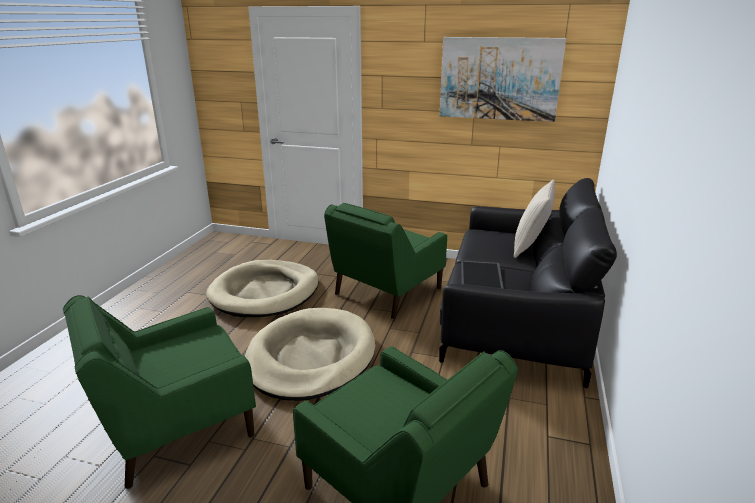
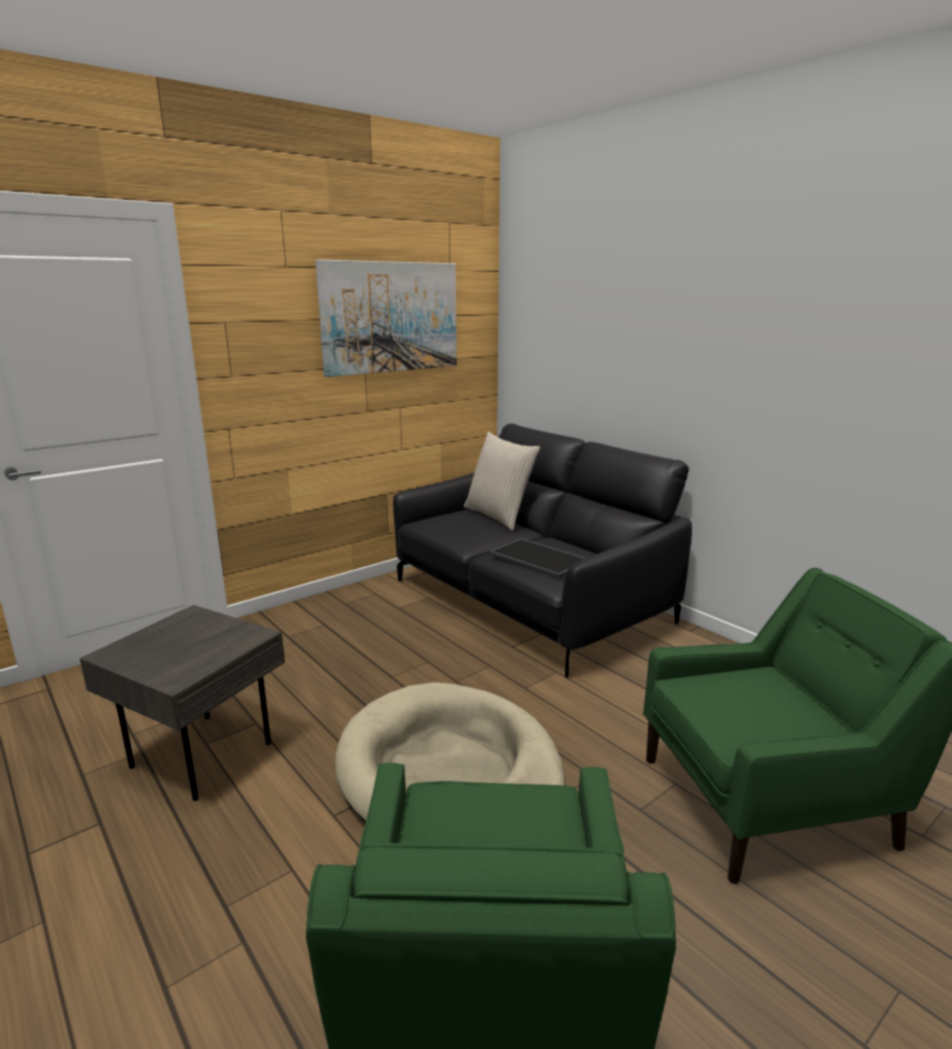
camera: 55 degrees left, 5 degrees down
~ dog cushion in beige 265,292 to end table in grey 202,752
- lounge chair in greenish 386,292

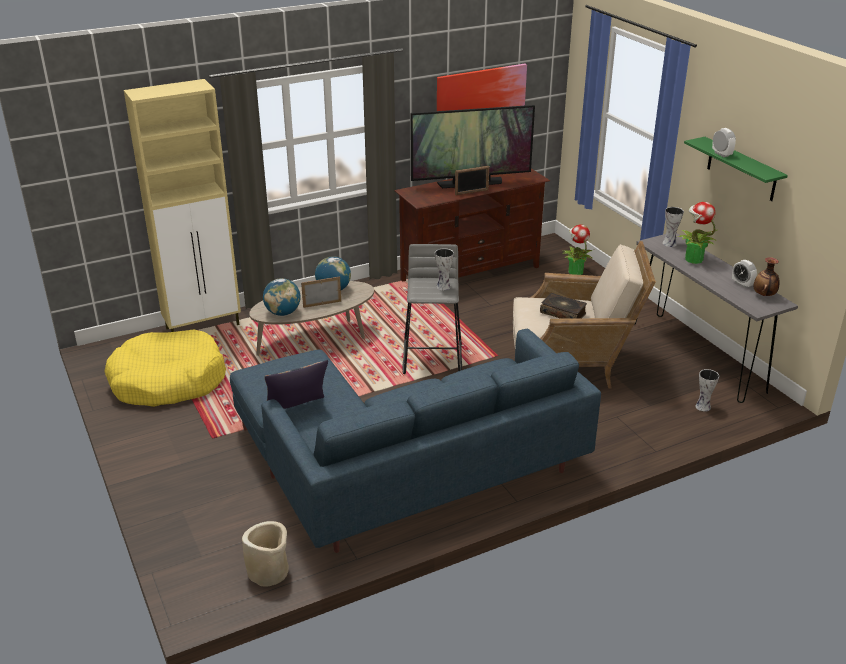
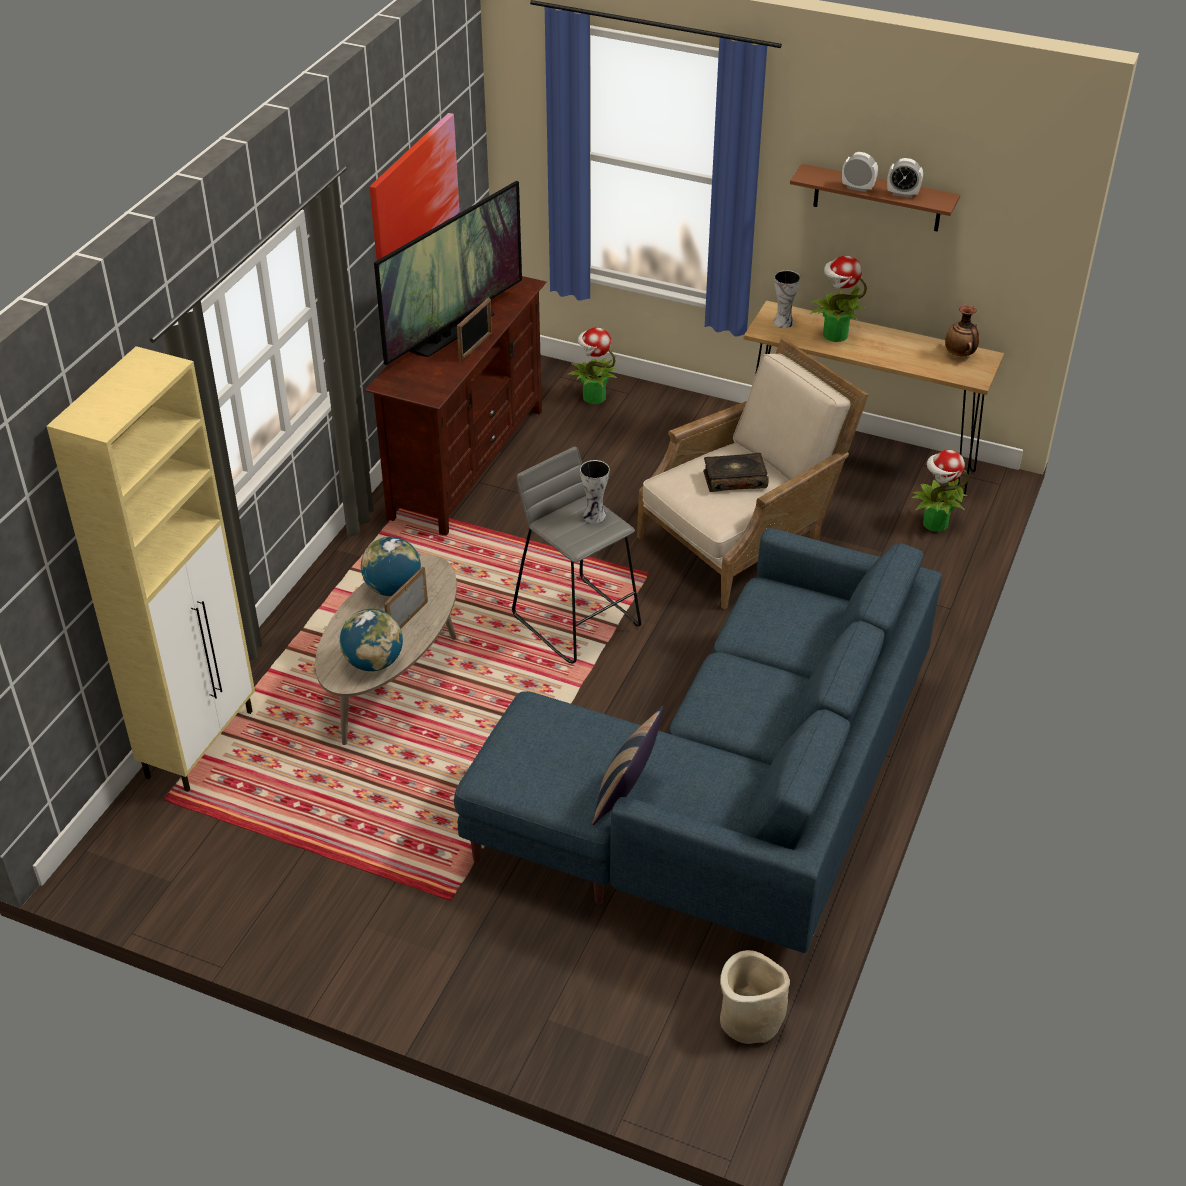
camera: 40 degrees left, 10 degrees up
~ console table in grey 697,356 to console table in brown-coloured 858,457
~ shelf in greenish 741,169 to shelf in brown-coloured 877,198
~ bedside clock 742,284 to 902,194
~ vase 703,407 to plant in a pot 934,524
- dog cushion in yellow-coloured 168,381

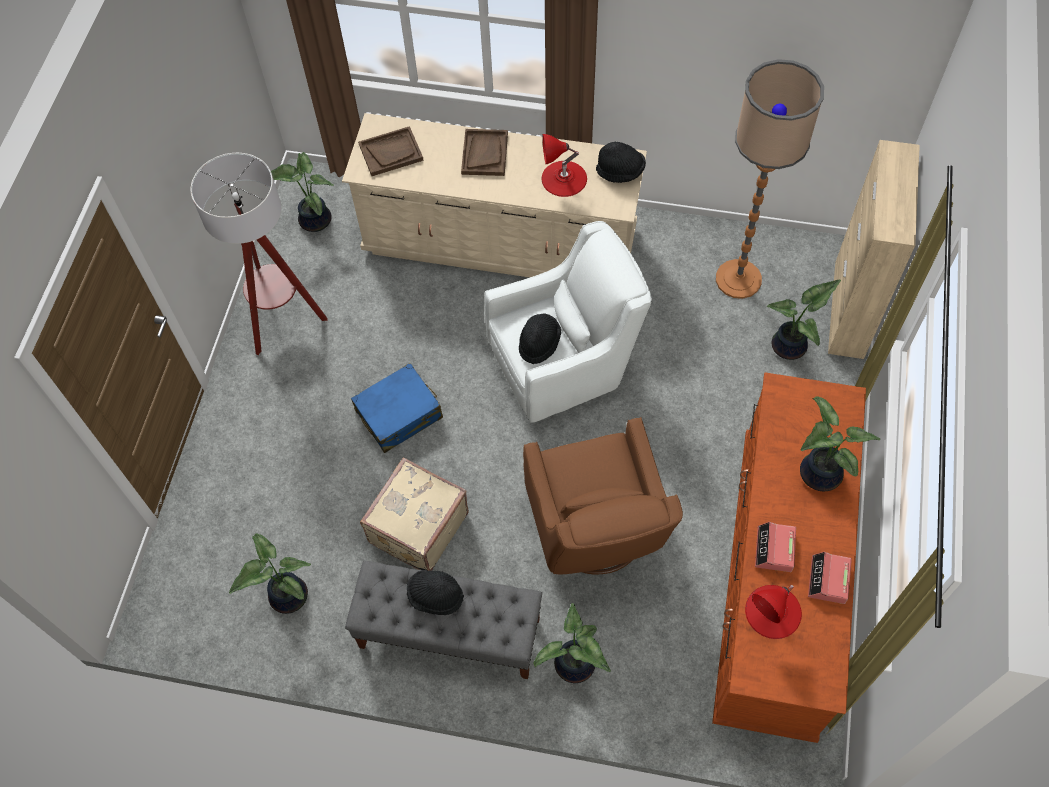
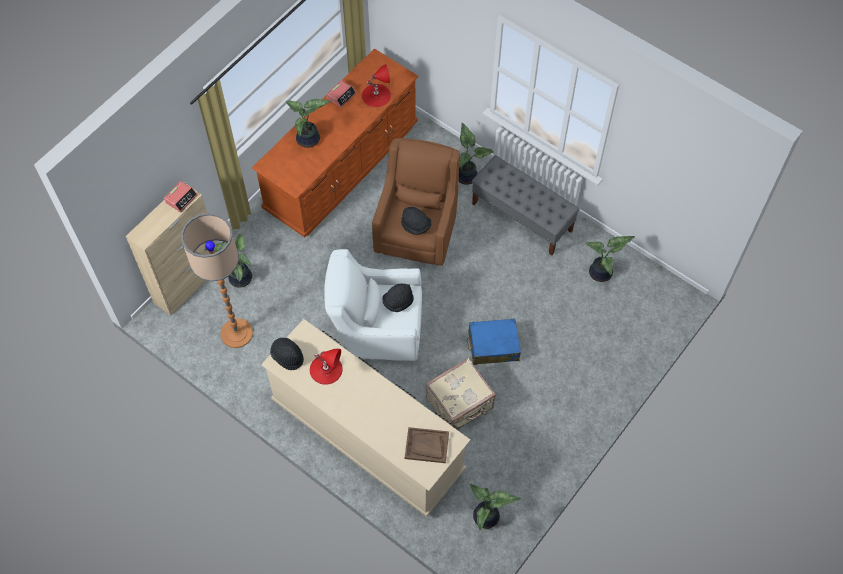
camera: 155 degrees left, 0 degrees up
~ bedside clock 774,550 to 181,198
~ wearable hat in black-coloured 435,596 to 416,226
~ suitcase in beige 416,527 to 460,404
- standard lamp 282,320
- tray in brown-coloured 484,153

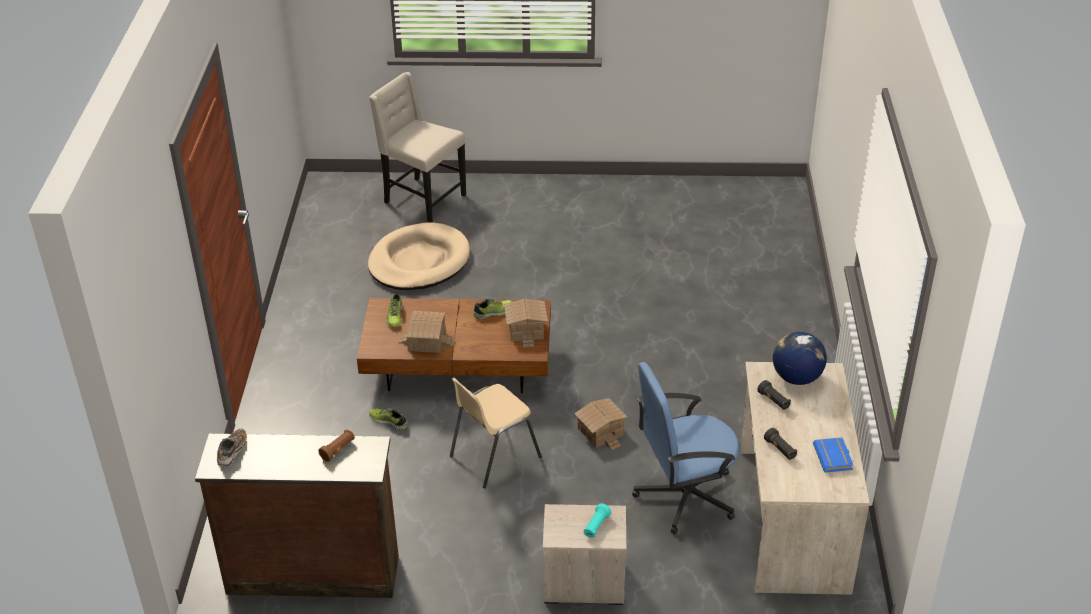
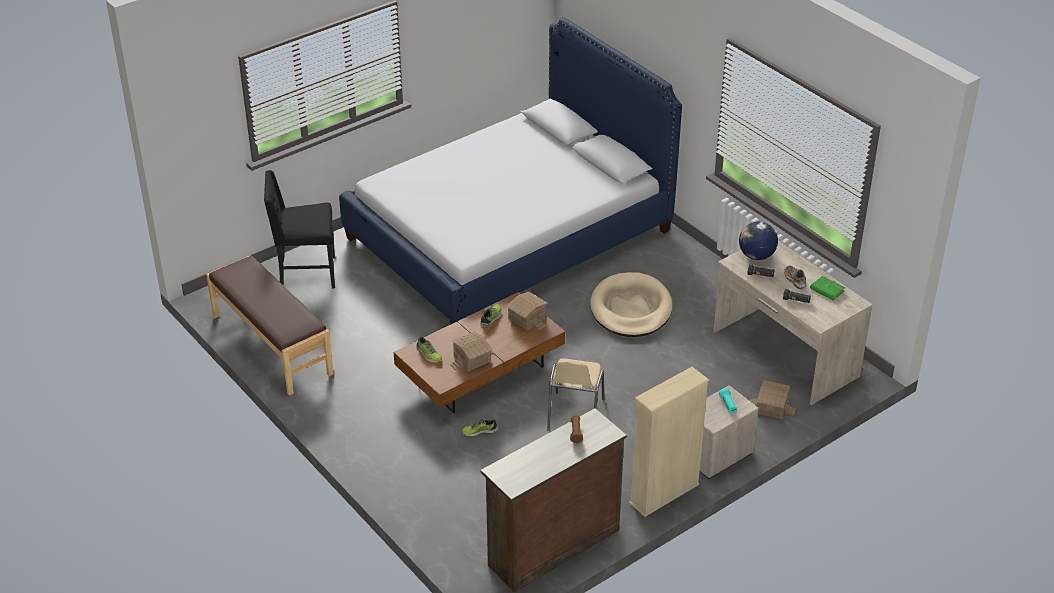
camera: 40 degrees left, 0 degrees up
+ long seat in brown-coloured 271,345
~ upright chair in beige 422,199 to upright chair in black-coloured 306,274
+ bed 509,234
~ dog cushion in beige 419,261 to 631,309
+ bookshelf in beige 664,494
~ miniature house 599,432 to 771,408
~ low shoe 232,451 to 794,280
~ bound book in blue-coloured 834,458 to bound book in greenish 828,290
- desk chair in blue-coloured 684,496

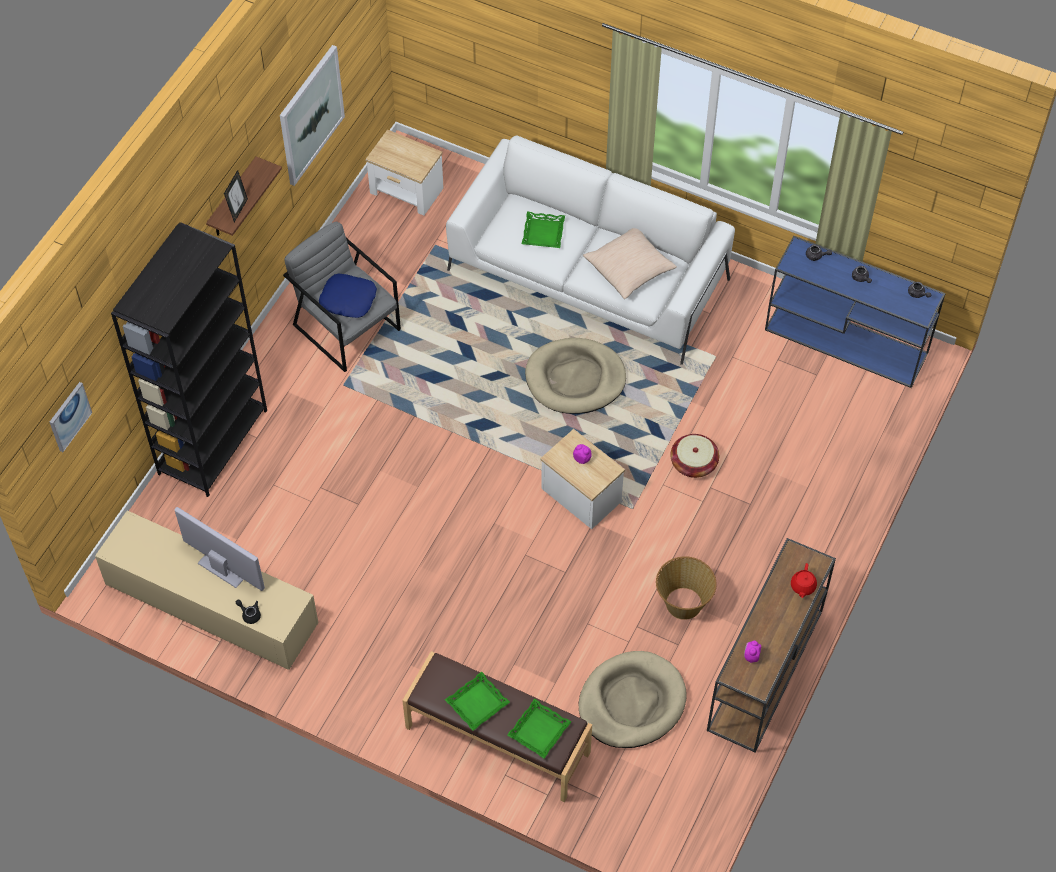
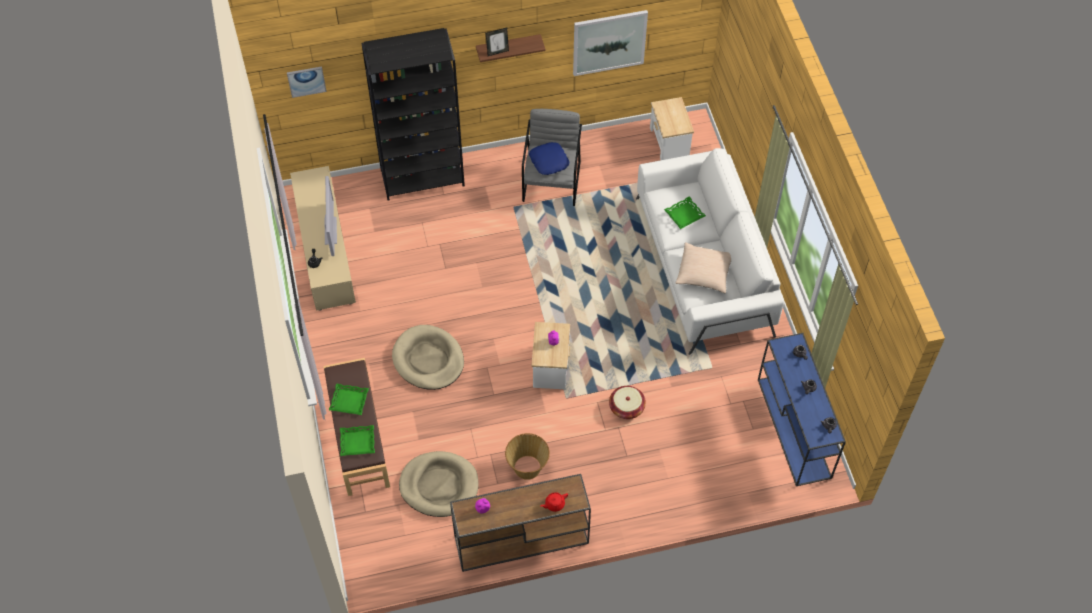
camera: 50 degrees right, 0 degrees up
~ dog cushion in beige 575,379 to 428,359

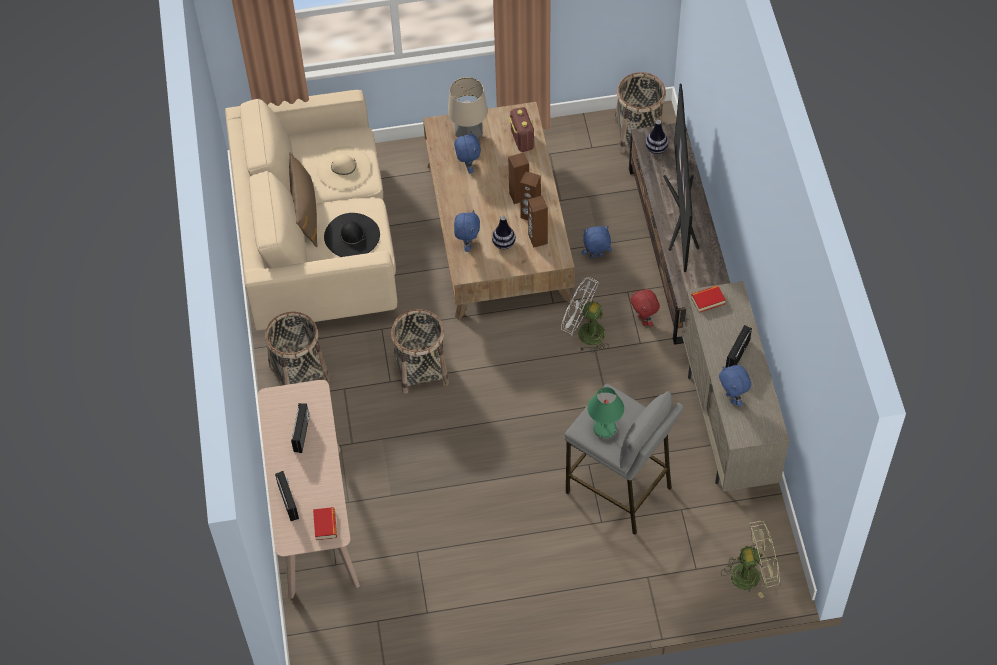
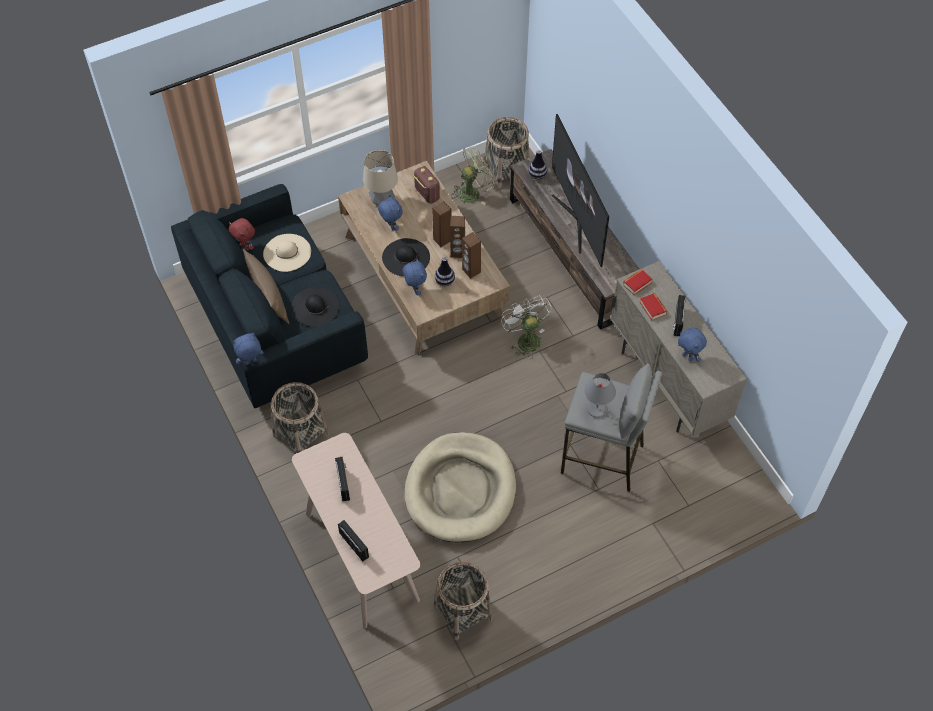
camera: 20 degrees left, 0 degrees up
~ couch in beige 318,244 to couch in blue-coloured 277,323
~ plush toy in reddish 643,320 to 245,246
~ plush toy in blue-coloured 596,257 to 250,362
+ wearable hat in black-coloured 406,257
+ dog cushion in beige 460,490
~ storage basket 421,370 to 462,612
~ fan in greenish 752,574 to 473,192
~ fan in whitish 584,332 = 525,339 60 degrees clockwise
~ lamp for a table in greenish 605,429 to lamp for a table in grey 597,410
~ bound book 325,525 to 653,308

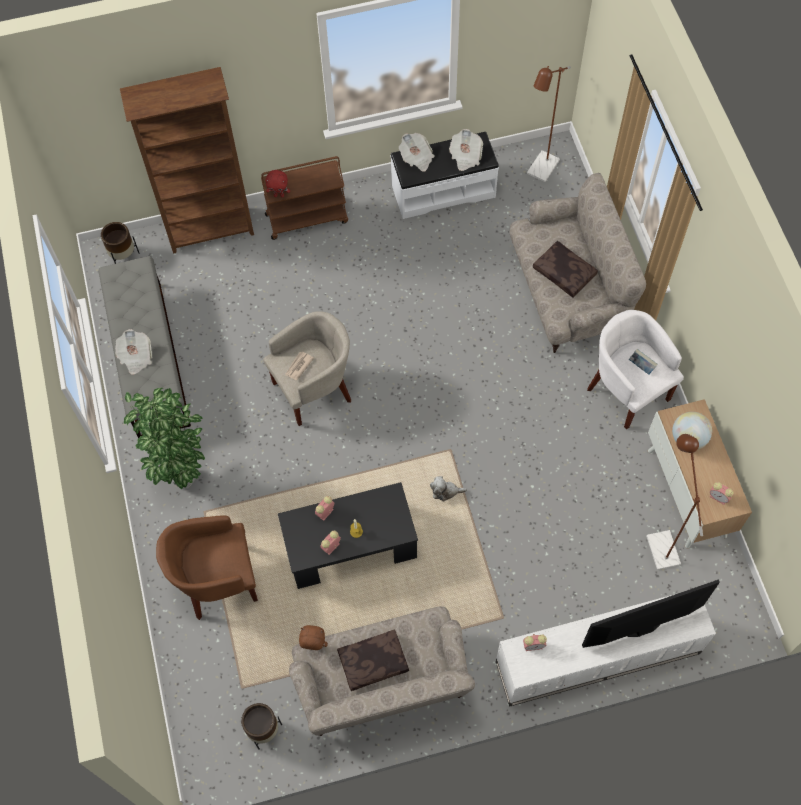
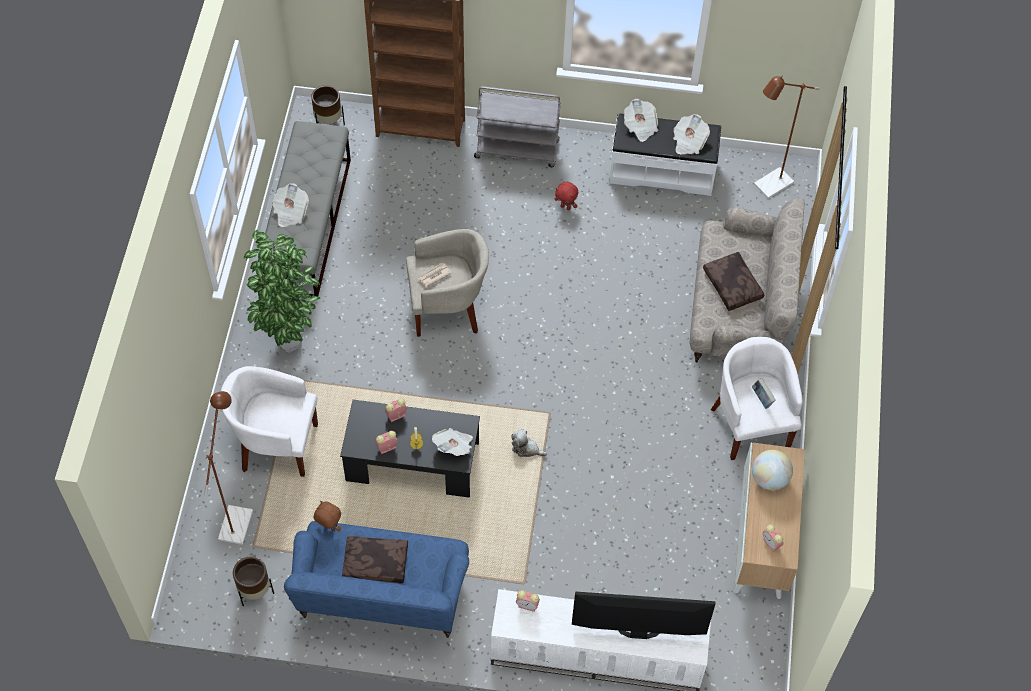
camera: 20 degrees right, 5 degrees down
~ standard lamp in brown-coloured 660,543 to 237,518
~ lounge chair in brown-coloured 217,580 to lounge chair in whitish 276,444
~ couch in beige 382,685 to couch in blue-coloured 382,597
+ printed paper 454,446
~ cart in brown-coloured 307,218 to cart in grey 517,149
~ plush toy in reddish 279,195 to 566,207

